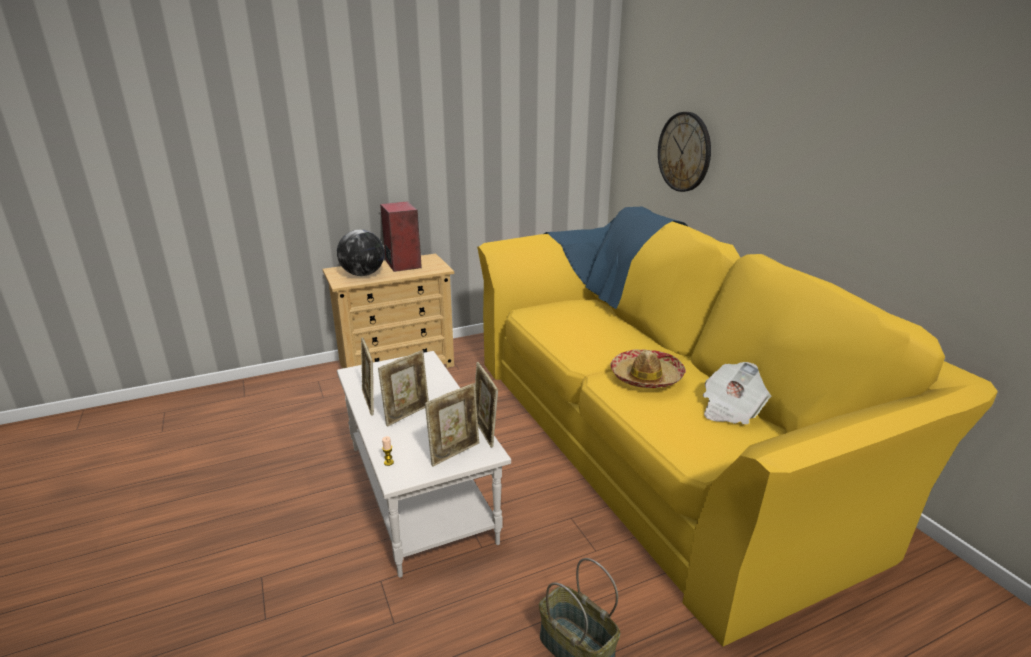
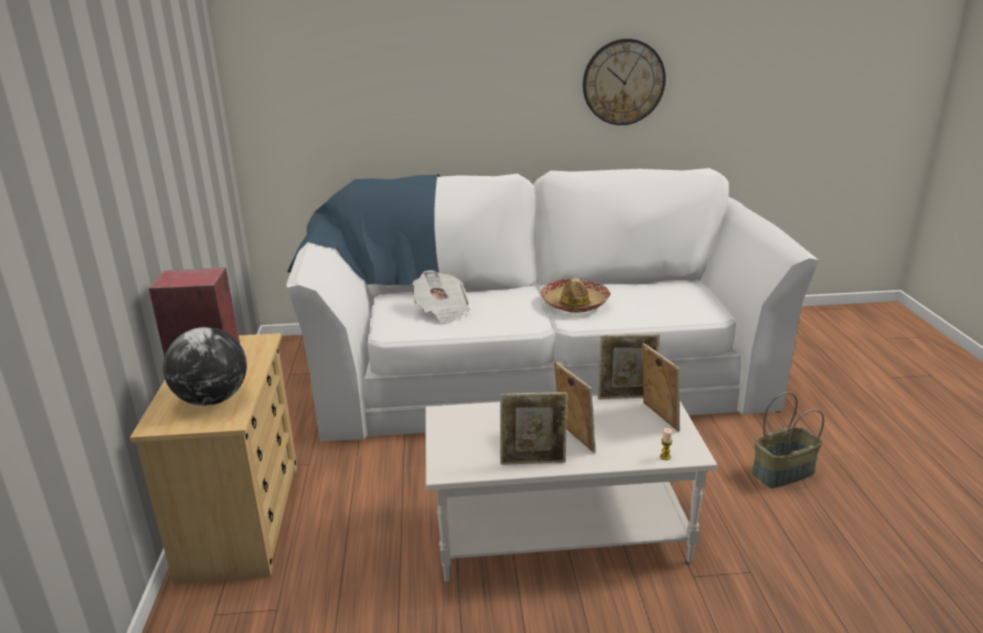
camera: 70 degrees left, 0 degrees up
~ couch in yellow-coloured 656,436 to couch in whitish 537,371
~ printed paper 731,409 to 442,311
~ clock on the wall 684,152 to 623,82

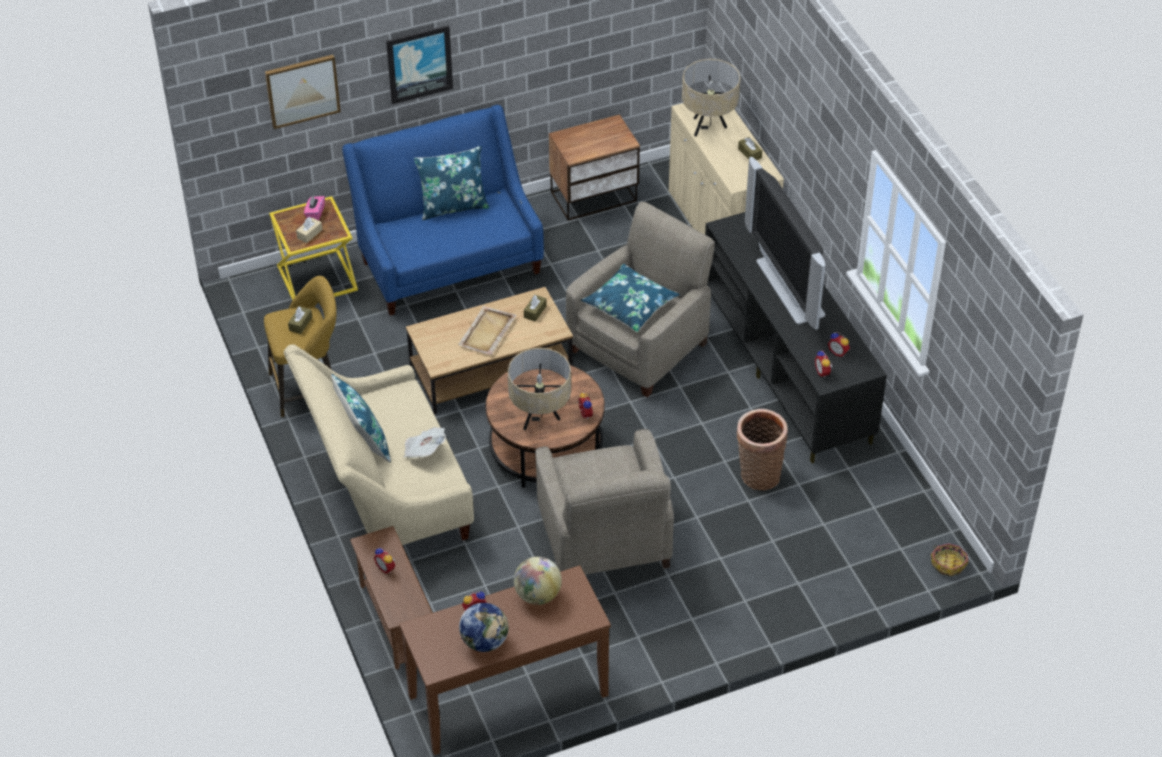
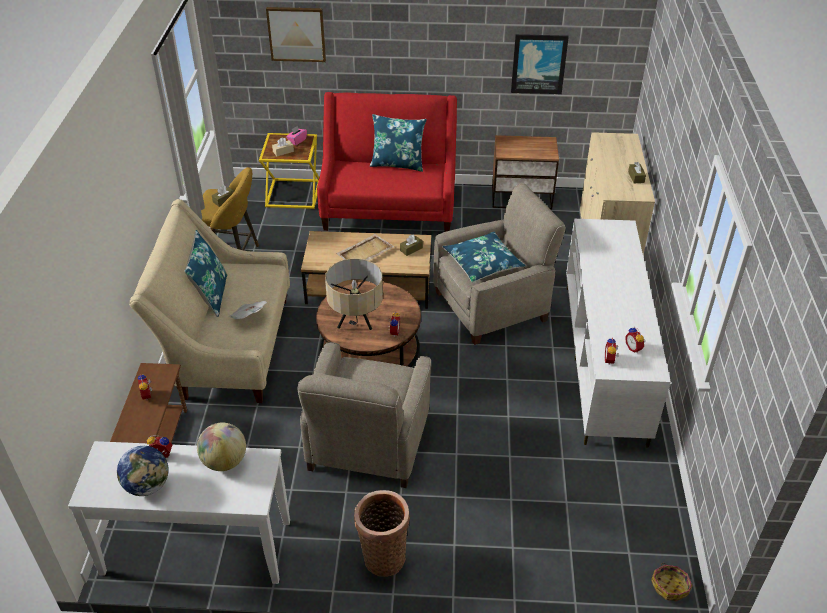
camera: 25 degrees right, 5 degrees down
~ console table in brown-coloured 508,696 to console table in whitish 196,547
~ couch in blue-coloured 447,261 to couch in reddish 389,208
~ storage basket 758,474 to 383,556
~ picture 419,63 to 538,64
~ tv unit in black-coloured 786,368 to tv unit in whitish 604,360
- lamp for a table in beige 709,128
- television 788,289

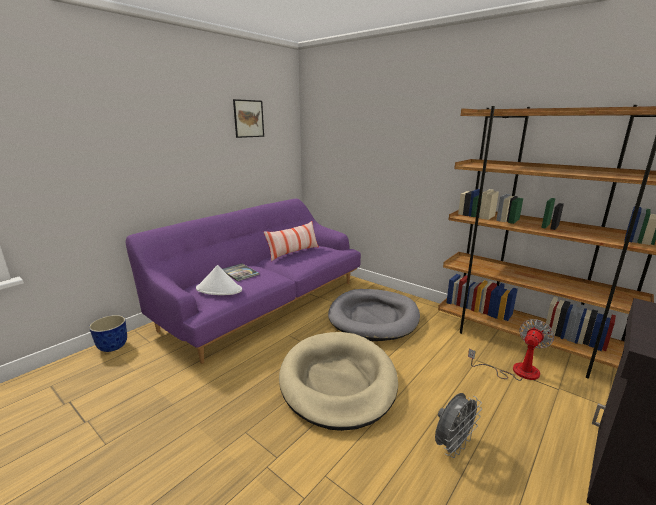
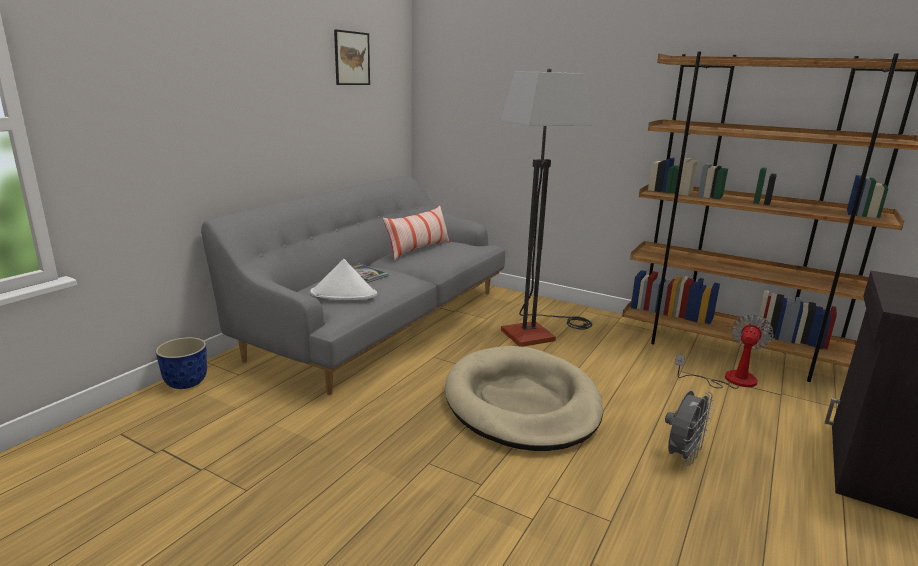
camera: 10 degrees left, 0 degrees up
~ couch in purple-coloured 263,303 to couch in grey 380,321
~ dog cushion in grey 374,317 to standard lamp 538,331

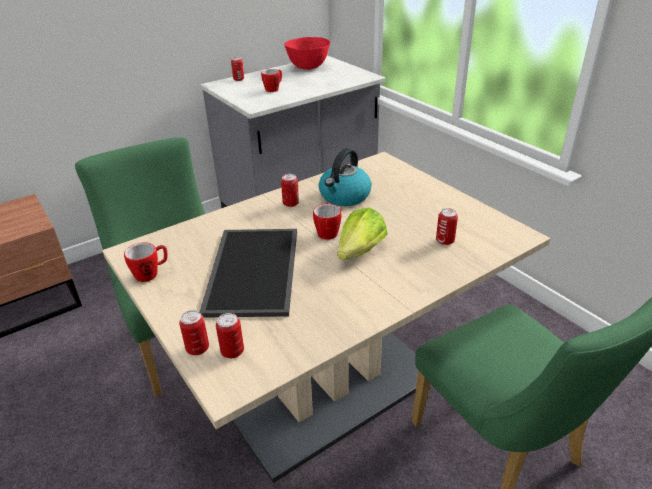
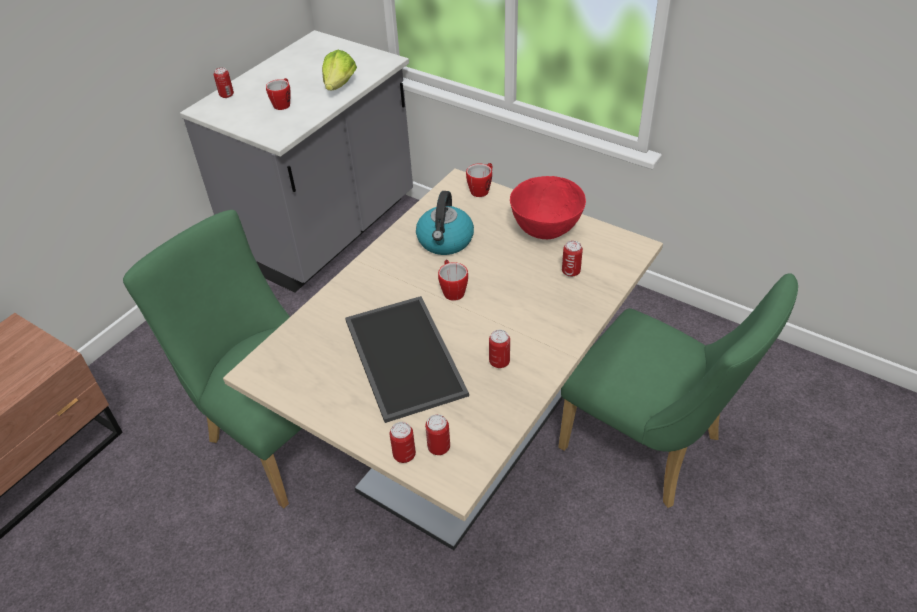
camera: 20 degrees left, 10 degrees up
~ lettuce 360,251 to 339,85
~ mug 151,273 to 482,189
~ metal can 291,203 to 499,362
~ serving bowl in reddish 308,68 to 545,230

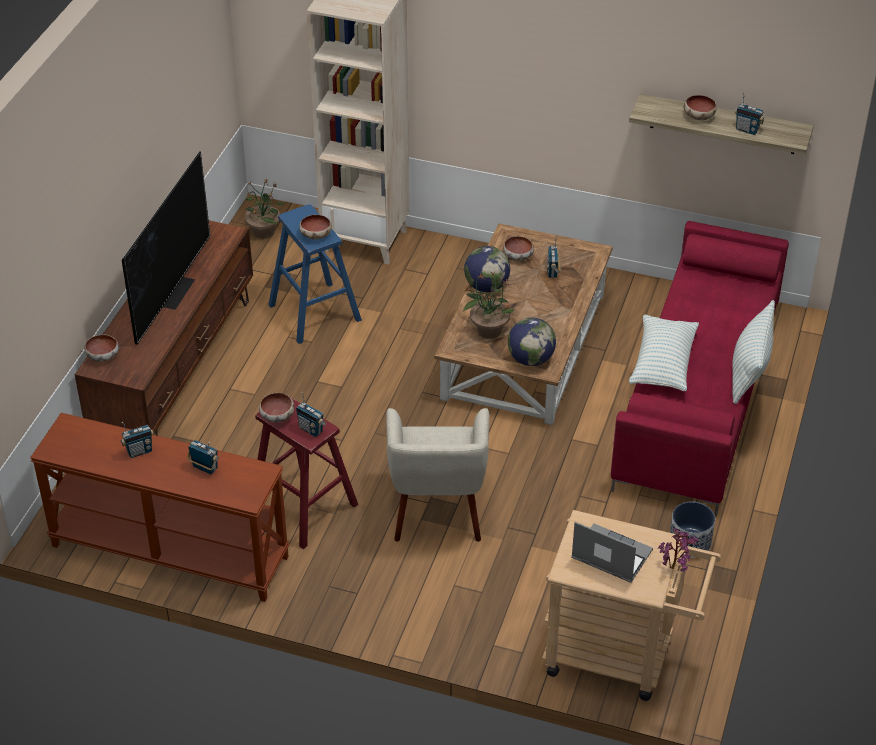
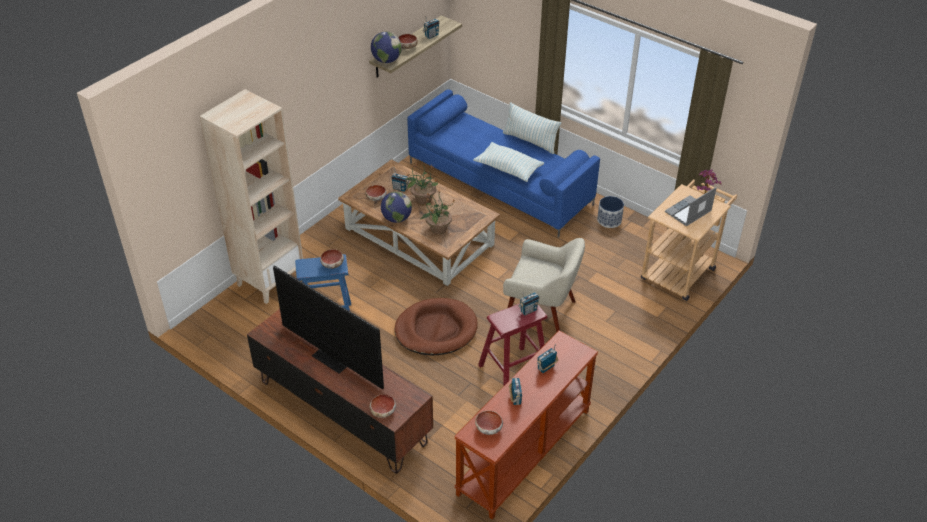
camera: 70 degrees left, 0 degrees up
~ world globe 530,359 to 386,60
+ dog cushion in brown-coloured 436,329
~ plant in a pot 264,231 to 423,199
~ couch in reddish 698,397 to couch in blue-coloured 500,183
~ serving bowl 277,416 to 489,428

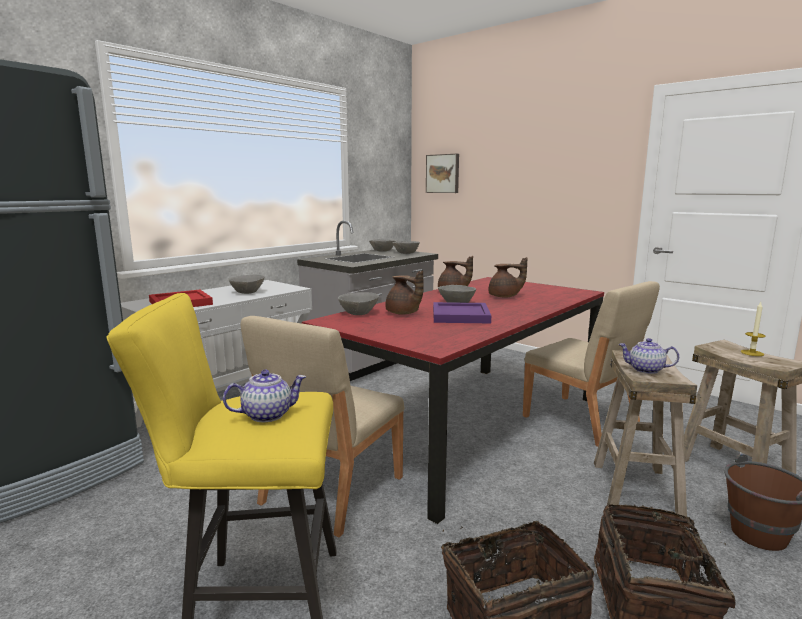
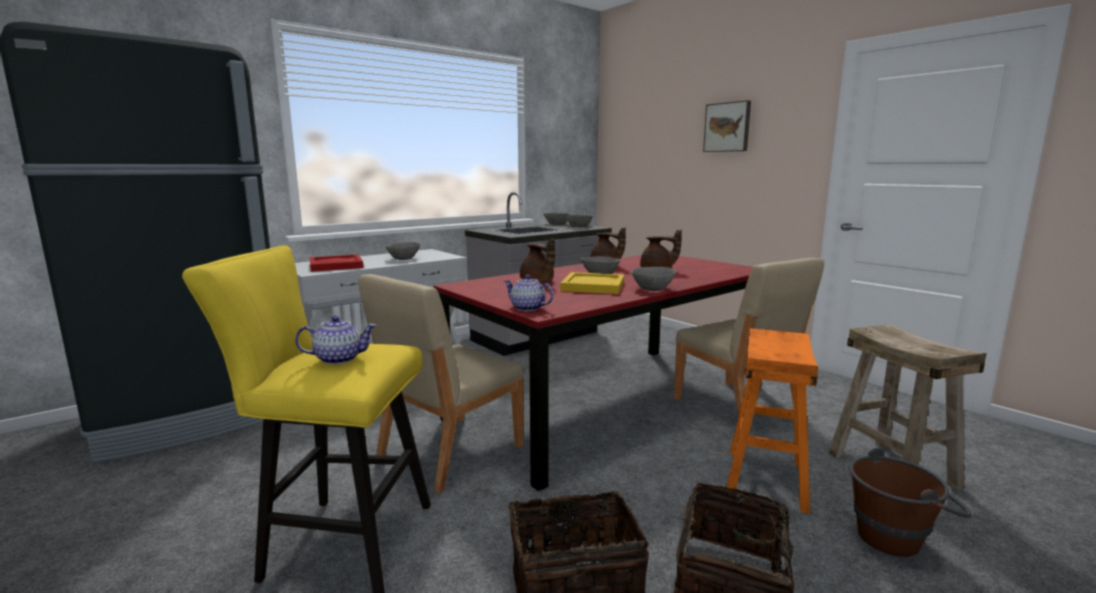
camera: 10 degrees right, 0 degrees up
~ teapot 645,370 to 527,308
~ tray in purple-coloured 461,315 to tray in yellow-coloured 594,286
~ serving bowl in grey 358,313 to 652,289
~ picture 443,173 to 727,127
~ stool in beige 637,488 to stool in orange-coloured 767,479
- wax candle 752,353

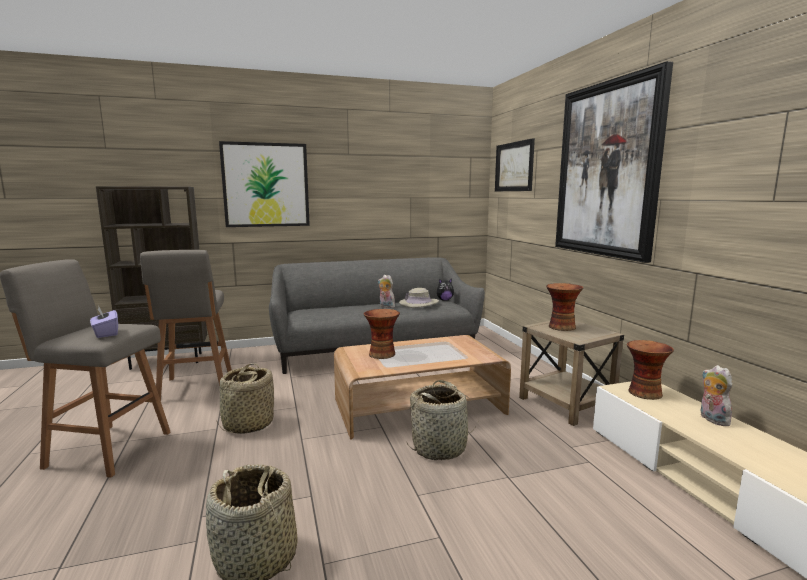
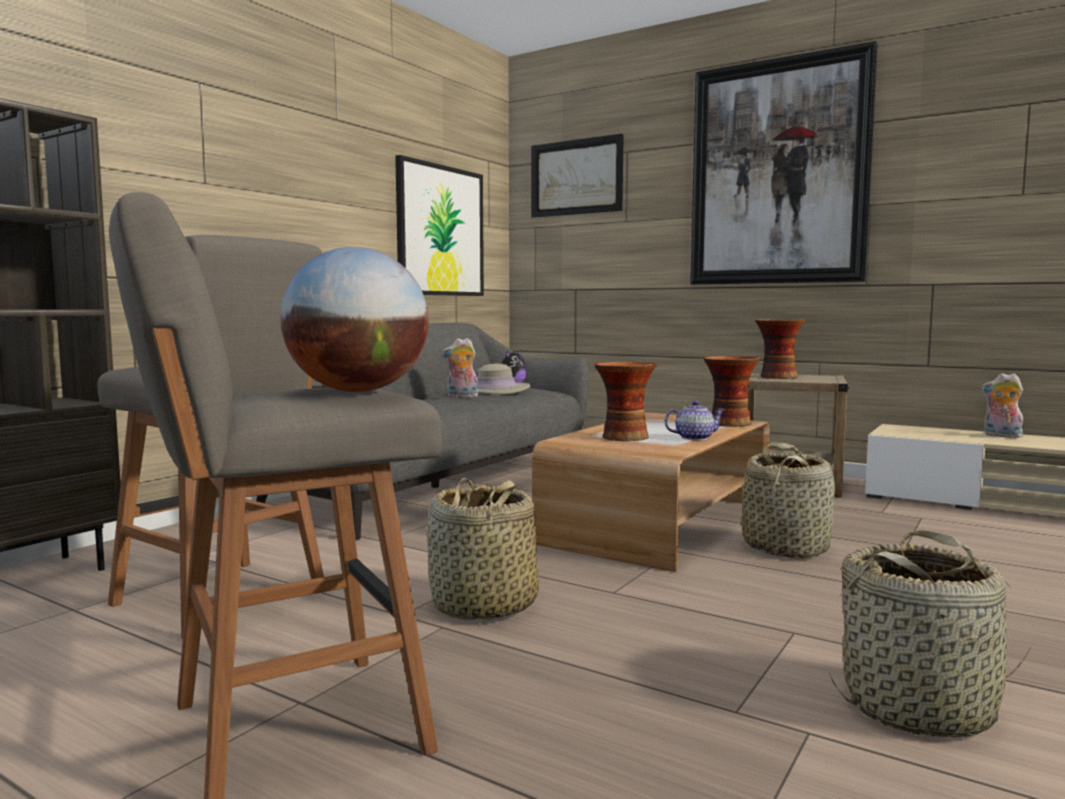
camera: 40 degrees left, 5 degrees down
~ tissue box in purple-coloured 106,333 to world globe 358,391
~ picture 266,185 to 440,231
+ teapot 693,438
~ vase 643,392 to 728,423

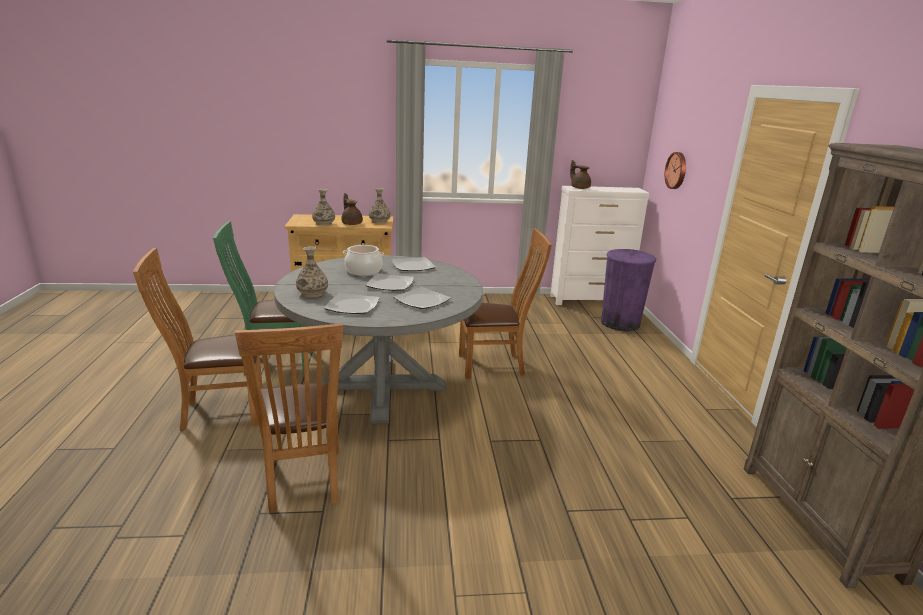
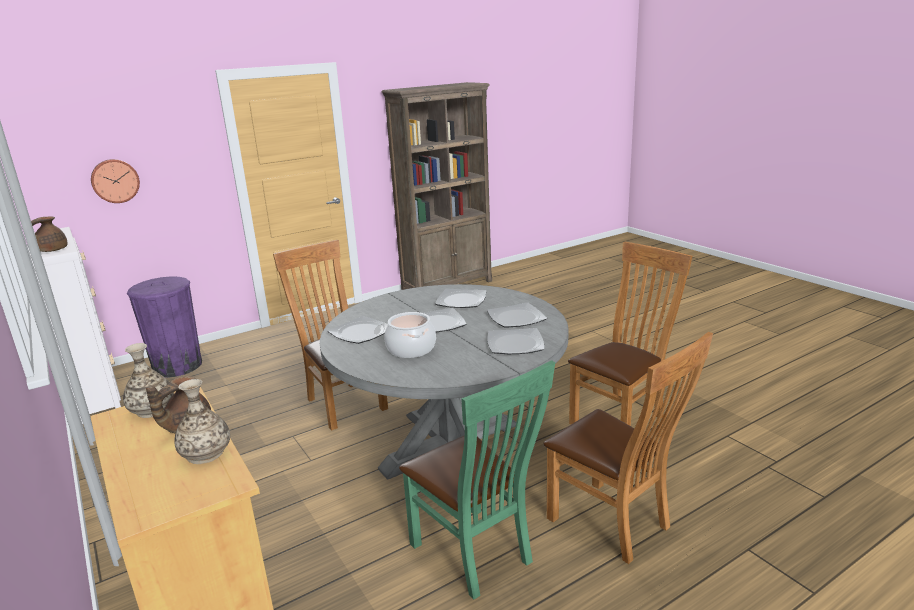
camera: 115 degrees left, 0 degrees up
~ vase 312,293 to dinner plate 516,344

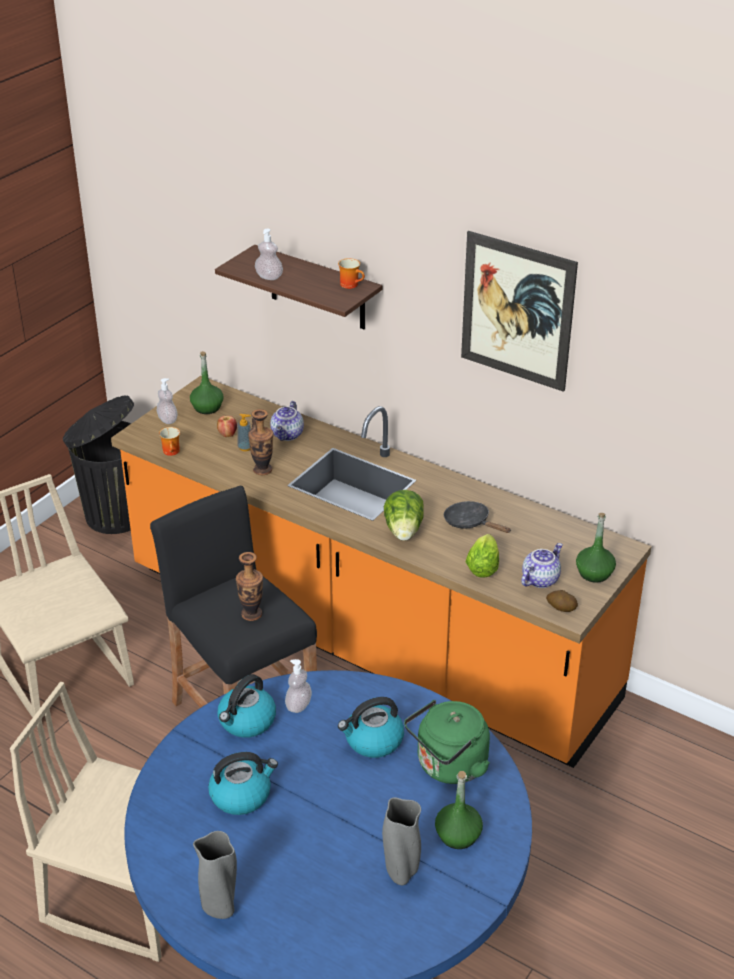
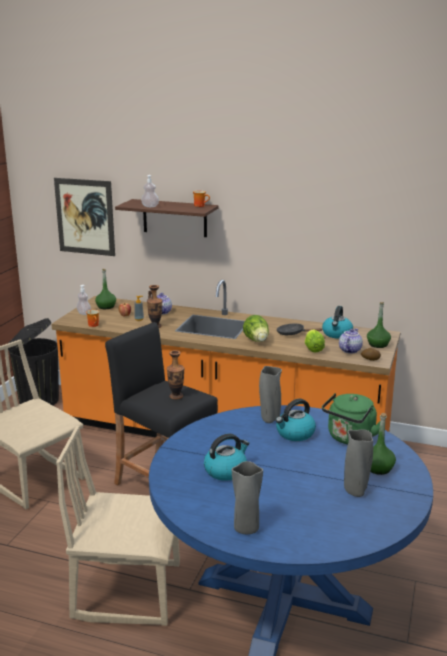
camera: 15 degrees left, 15 degrees down
~ picture 517,311 to 85,217
+ vase in grey 269,419
~ water kettle 246,721 to 337,334
- liquid soap bottle 298,705

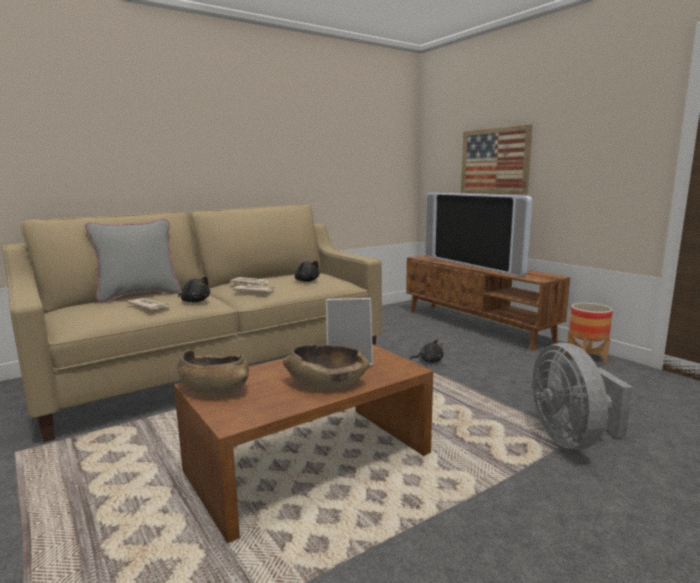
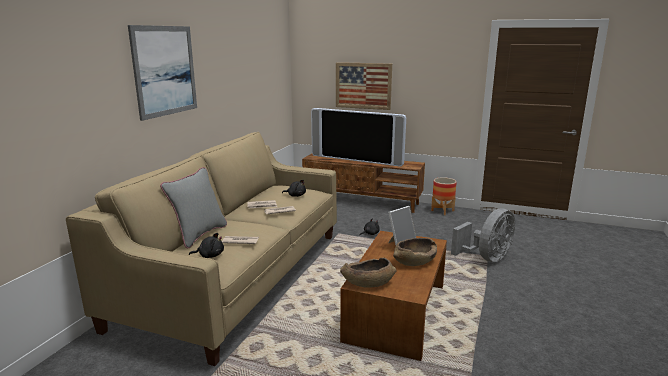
camera: 35 degrees left, 5 degrees up
+ picture 165,71
~ plush toy in black-coloured 195,301 to 210,255
~ fan in grey 572,439 = 486,258 90 degrees counterclockwise

